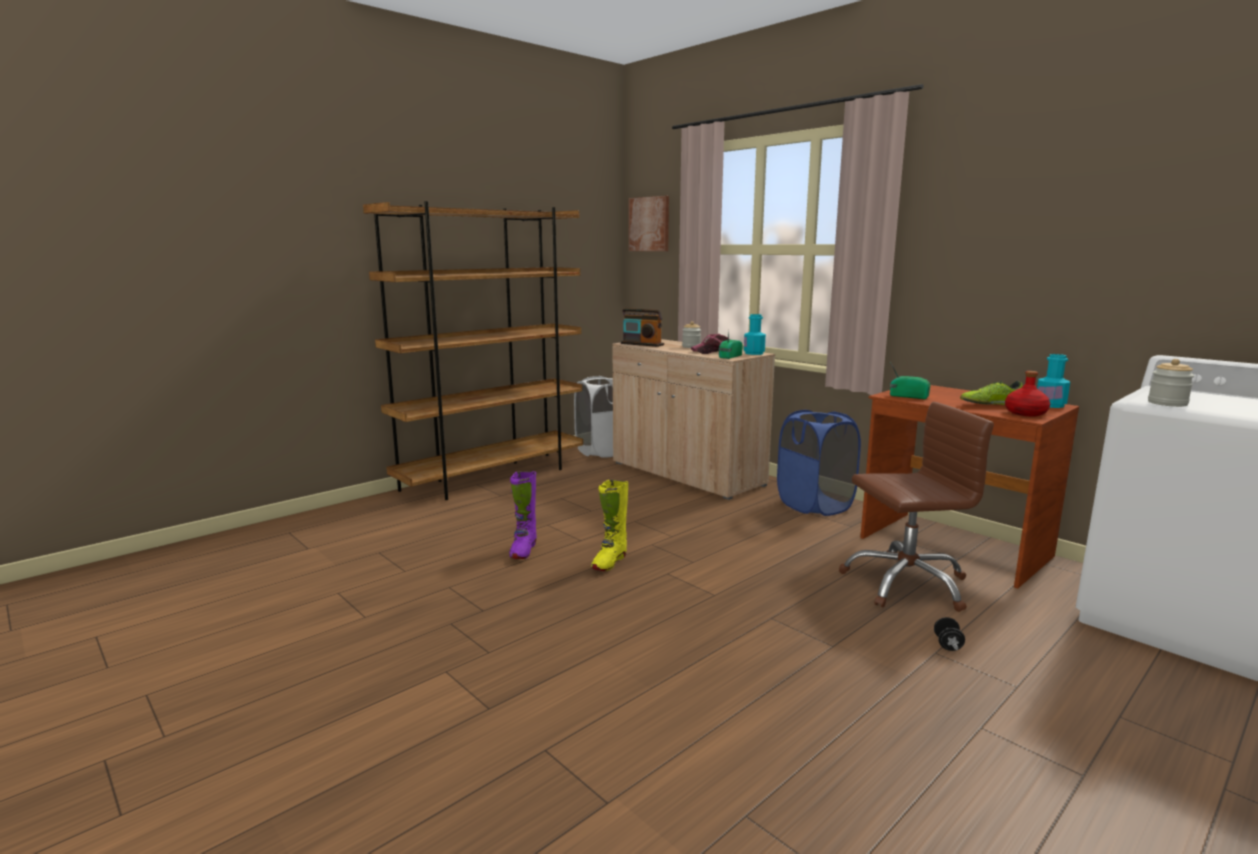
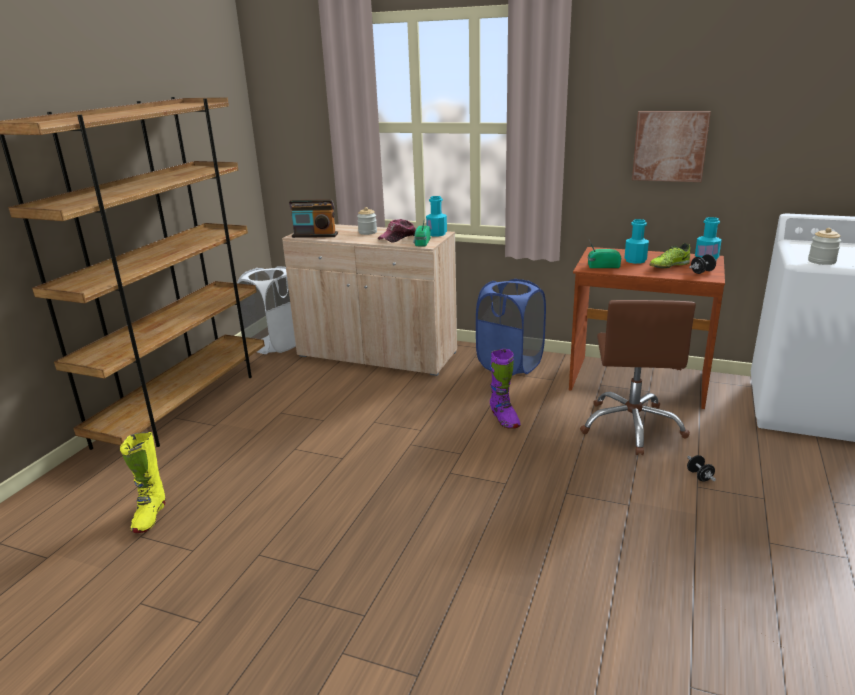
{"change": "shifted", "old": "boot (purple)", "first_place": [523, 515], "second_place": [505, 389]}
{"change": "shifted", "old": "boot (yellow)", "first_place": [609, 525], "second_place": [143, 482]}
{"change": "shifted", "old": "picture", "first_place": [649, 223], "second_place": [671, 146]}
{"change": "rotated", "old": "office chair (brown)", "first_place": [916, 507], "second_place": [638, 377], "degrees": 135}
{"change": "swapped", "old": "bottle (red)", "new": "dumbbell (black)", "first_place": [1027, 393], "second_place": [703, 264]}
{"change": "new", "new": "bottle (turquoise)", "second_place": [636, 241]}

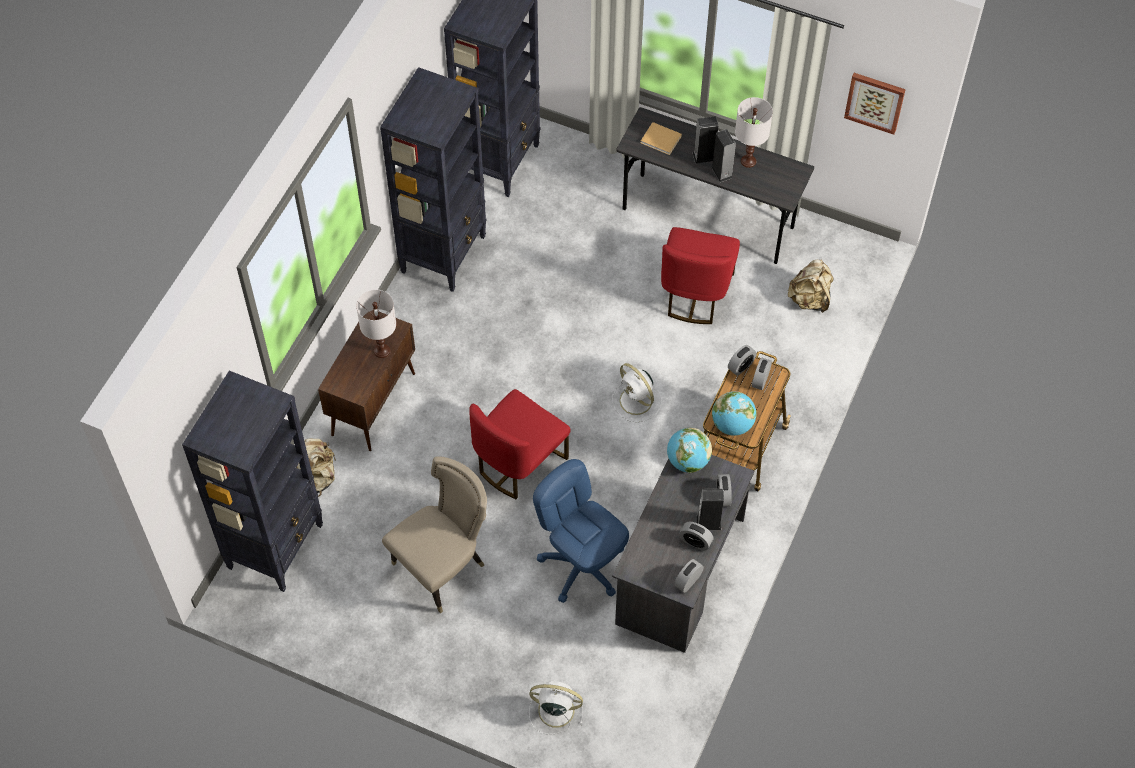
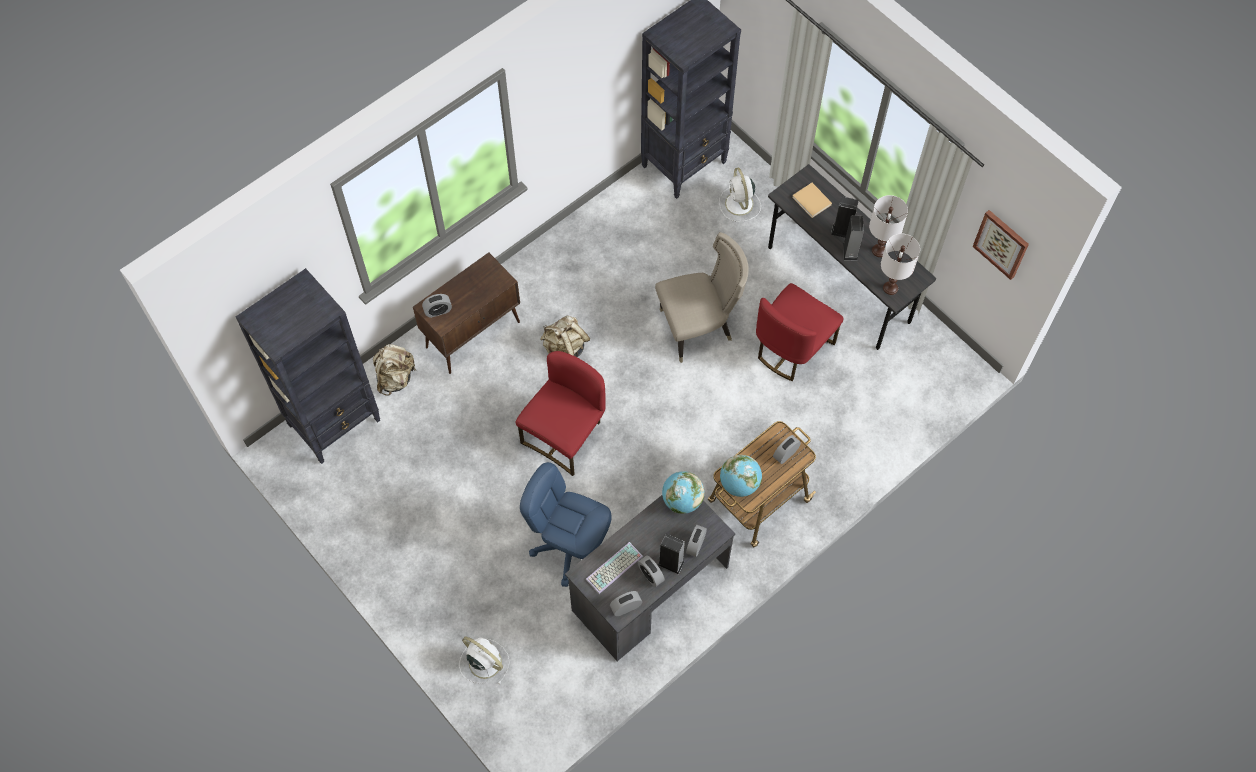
{"change": "shifted", "old": "table lamp (white)", "first_place": [376, 323], "second_place": [900, 264]}
{"change": "gone", "old": "bookcase (black)", "first_place": [433, 179]}
{"change": "shifted", "old": "chair (beige)", "first_place": [434, 534], "second_place": [702, 297]}
{"change": "rotated", "old": "chair (red)", "first_place": [520, 444], "second_place": [561, 413], "degrees": 150}
{"change": "rotated", "old": "office chair (blue)", "first_place": [581, 531], "second_place": [566, 524], "degrees": -45}
{"change": "shifted", "old": "fan (white)", "first_place": [637, 393], "second_place": [740, 195]}
{"change": "shifted", "old": "alarm clock", "first_place": [742, 360], "second_place": [437, 306]}
{"change": "shifted", "old": "backpack (beige)", "first_place": [811, 286], "second_place": [565, 336]}
{"change": "new", "new": "keyboard", "second_place": [614, 568]}

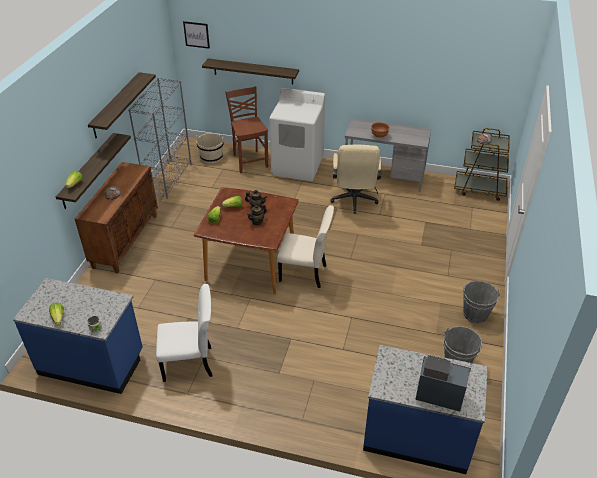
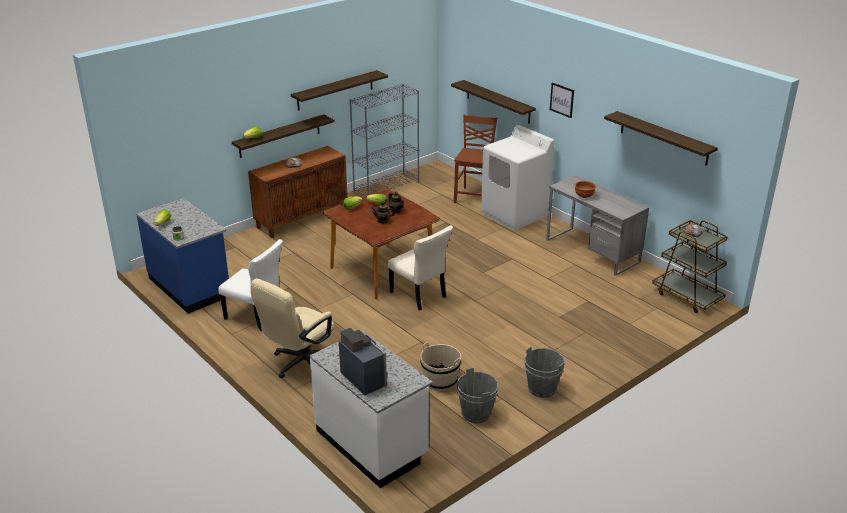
{"change": "shifted", "old": "picture", "first_place": [196, 35], "second_place": [562, 100]}
{"change": "shifted", "old": "bucket (beige)", "first_place": [210, 148], "second_place": [440, 366]}
{"change": "shifted", "old": "office chair (beige)", "first_place": [355, 179], "second_place": [292, 328]}
{"change": "repainted", "old": "counter (blue)", "new": "counter (white)", "first_place": [425, 409], "second_place": [371, 409]}
{"change": "new", "new": "shelf", "second_place": [661, 138]}

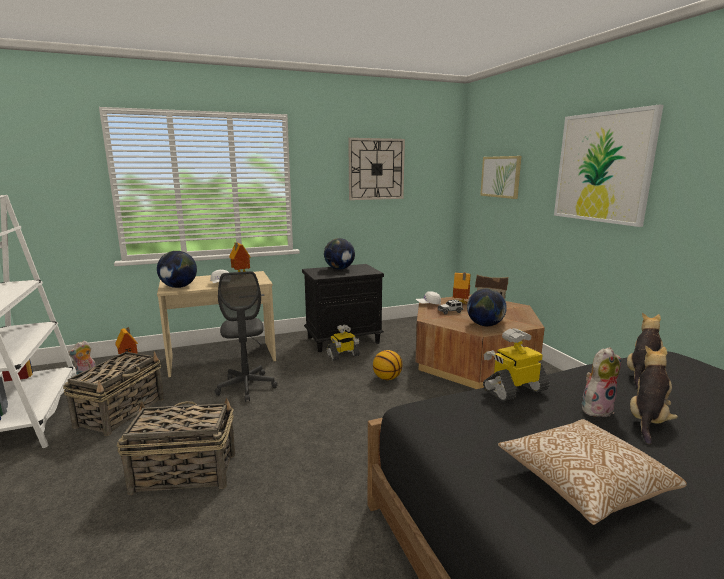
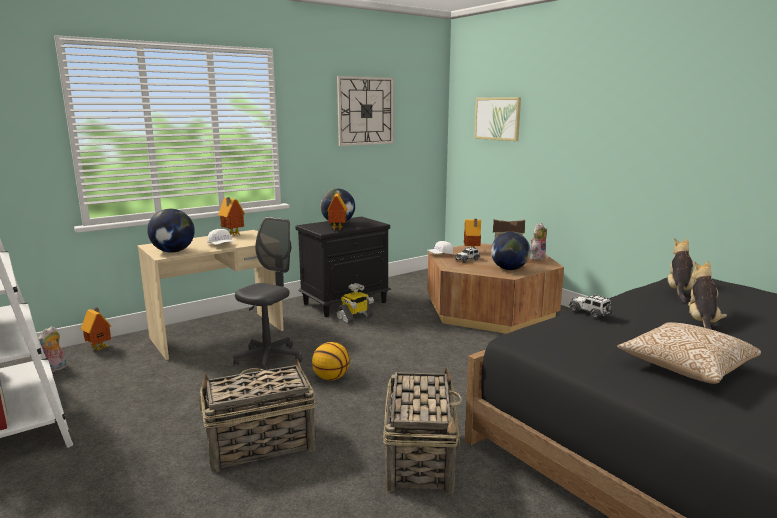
{"change": "shifted", "old": "basket", "first_place": [113, 393], "second_place": [422, 430]}
{"change": "rotated", "old": "office chair (grey)", "first_place": [246, 336], "second_place": [268, 293], "degrees": -120}
{"change": "shifted", "old": "basketball", "first_place": [387, 365], "second_place": [331, 361]}
{"change": "swapped", "old": "toy robot", "new": "toy car", "first_place": [516, 364], "second_place": [591, 306]}
{"change": "gone", "old": "picture", "first_place": [609, 166]}
{"change": "shifted", "old": "plush toy", "first_place": [601, 382], "second_place": [538, 241]}
{"change": "new", "new": "toy house", "second_place": [337, 211]}

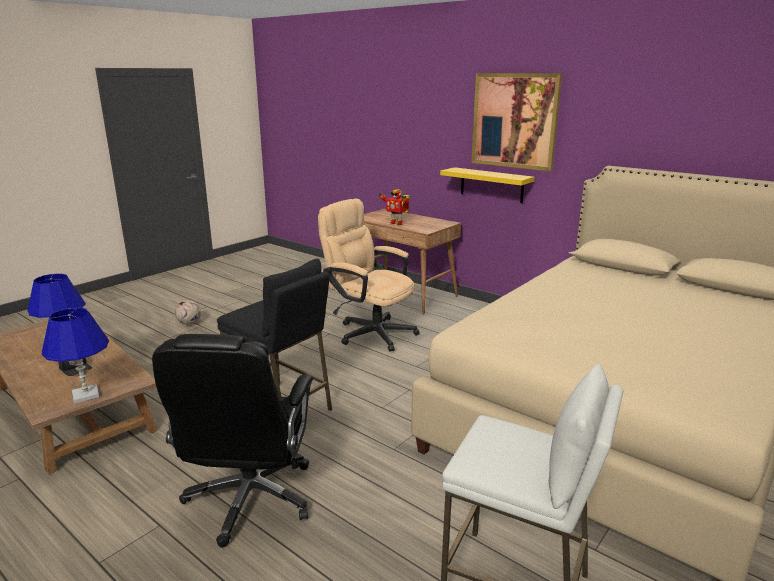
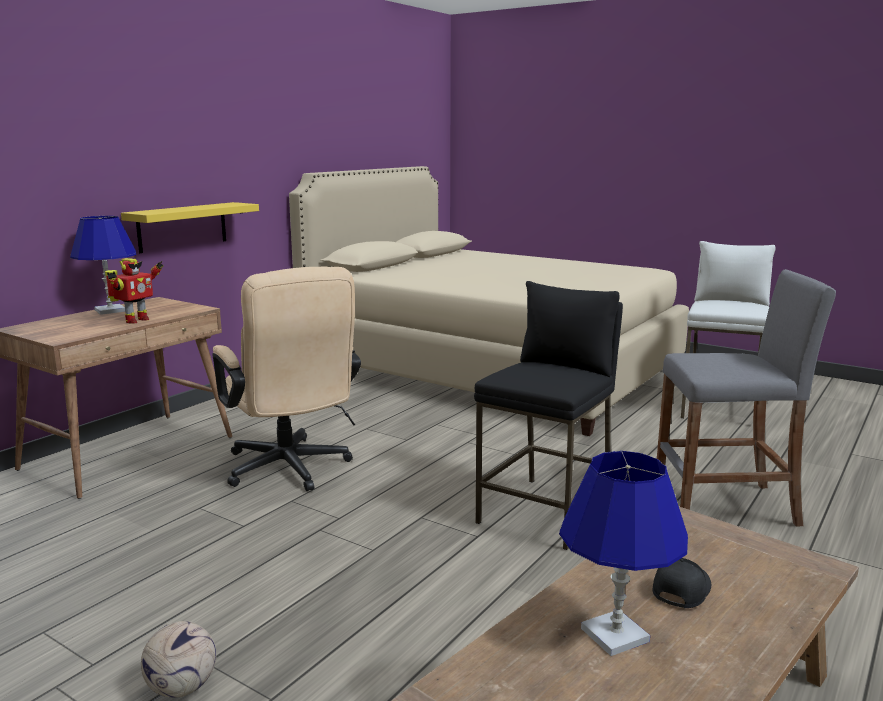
{"change": "shifted", "old": "table lamp (blue)", "first_place": [75, 356], "second_place": [103, 265]}
{"change": "swapped", "old": "office chair (black)", "new": "stool (grey)", "first_place": [232, 441], "second_place": [746, 397]}
{"change": "rotated", "old": "office chair (beige)", "first_place": [369, 275], "second_place": [286, 379], "degrees": -60}
{"change": "gone", "old": "picture", "first_place": [516, 122]}

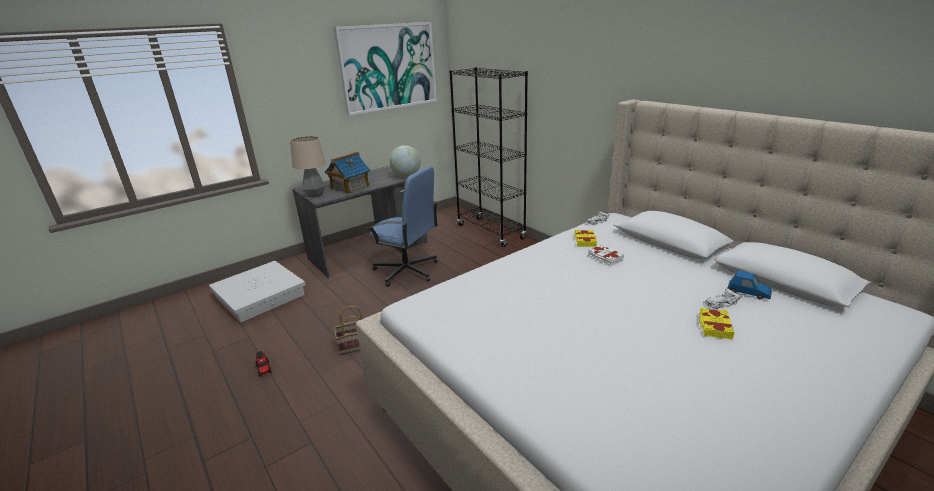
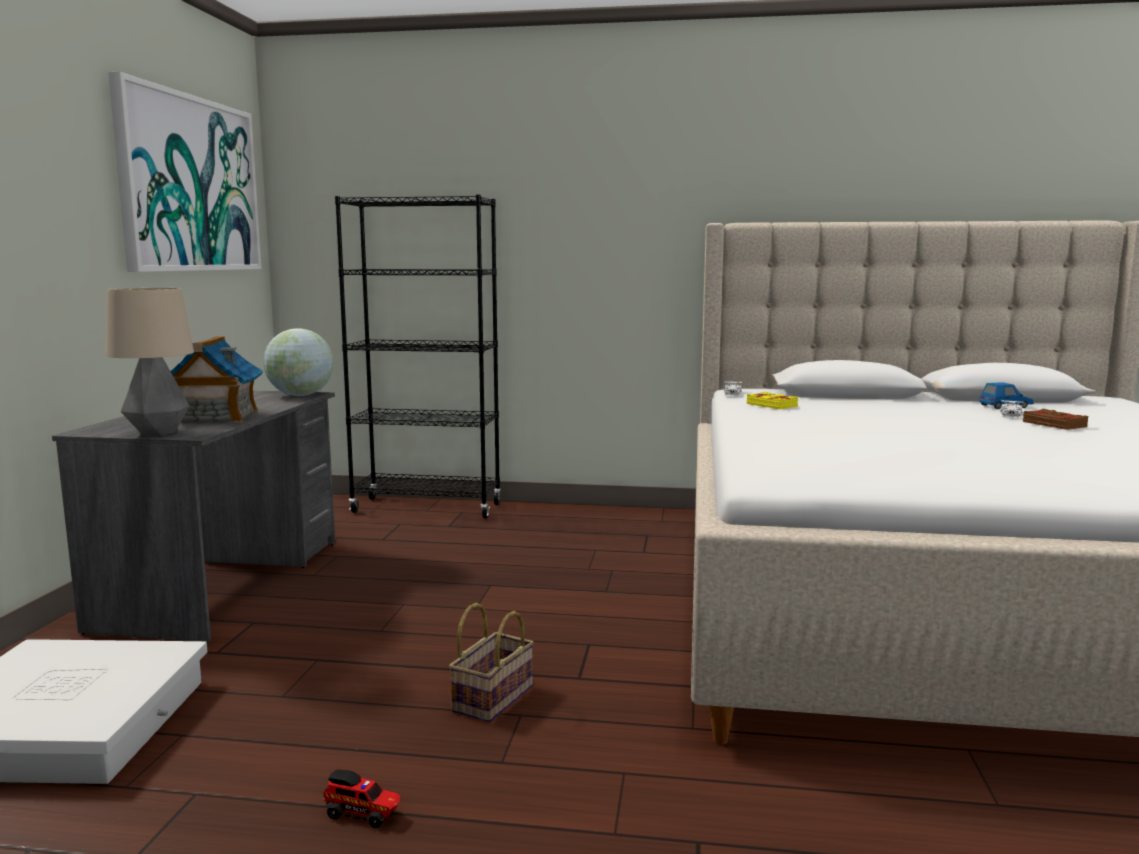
{"change": "gone", "old": "office chair (blue)", "first_place": [403, 226]}
{"change": "gone", "old": "book (white)", "first_place": [606, 255]}
{"change": "repainted", "old": "book (yellow)", "new": "book (brown)", "first_place": [716, 324], "second_place": [1055, 419]}

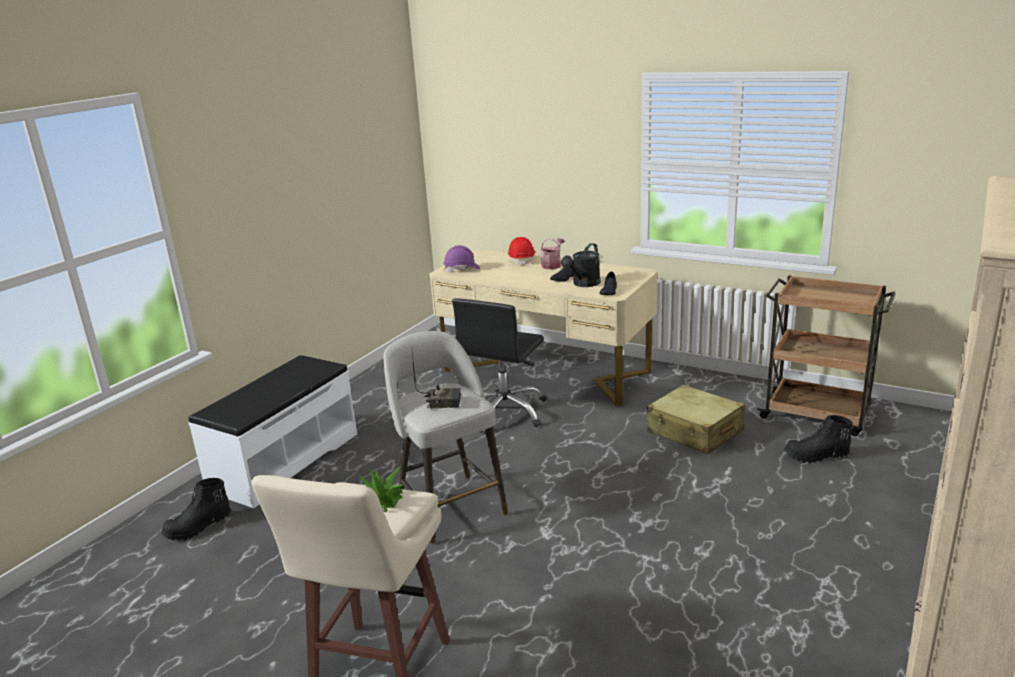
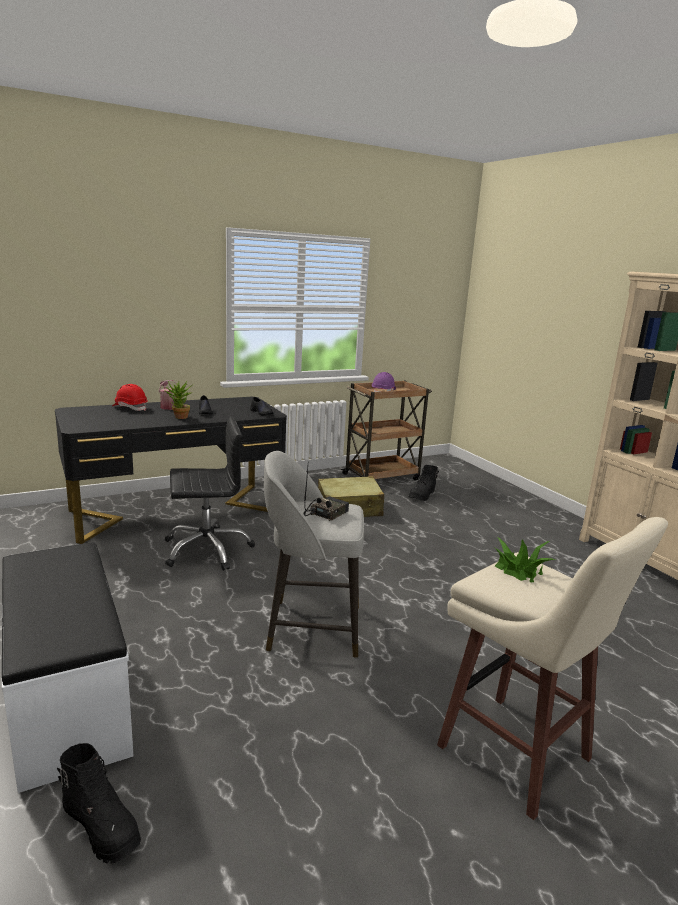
{"change": "rotated", "old": "boot (black)", "first_place": [196, 509], "second_place": [99, 803], "degrees": -45}
{"change": "repainted", "old": "desk (beige)", "new": "desk (black)", "first_place": [543, 328], "second_place": [171, 470]}
{"change": "shifted", "old": "hard hat (purple)", "first_place": [461, 258], "second_place": [384, 382]}
{"change": "rotated", "old": "office chair (black)", "first_place": [499, 366], "second_place": [210, 493], "degrees": -75}
{"change": "gone", "old": "watering can (black)", "first_place": [580, 265]}
{"change": "new", "new": "potted plant", "second_place": [178, 400]}

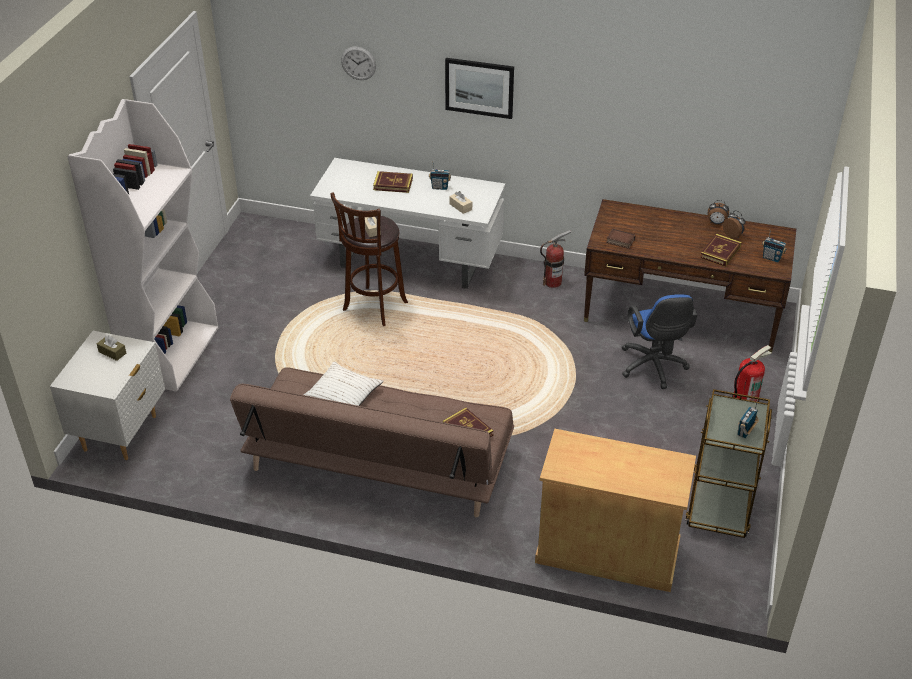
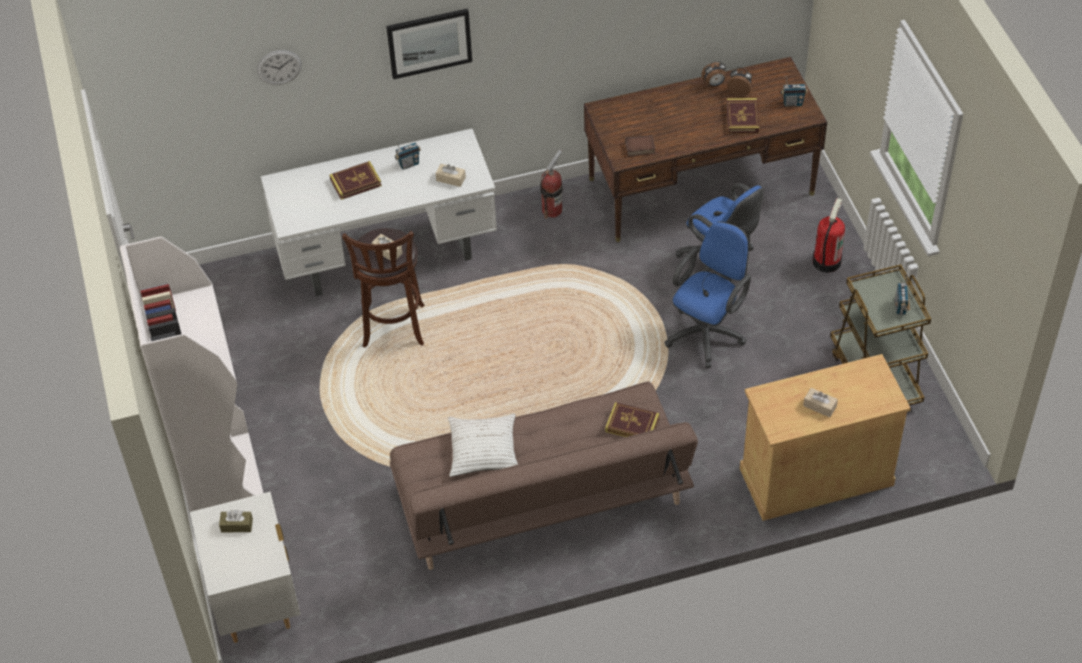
{"change": "new", "new": "office chair (blue)", "second_place": [707, 294]}
{"change": "new", "new": "tissue box (beige)", "second_place": [820, 402]}

